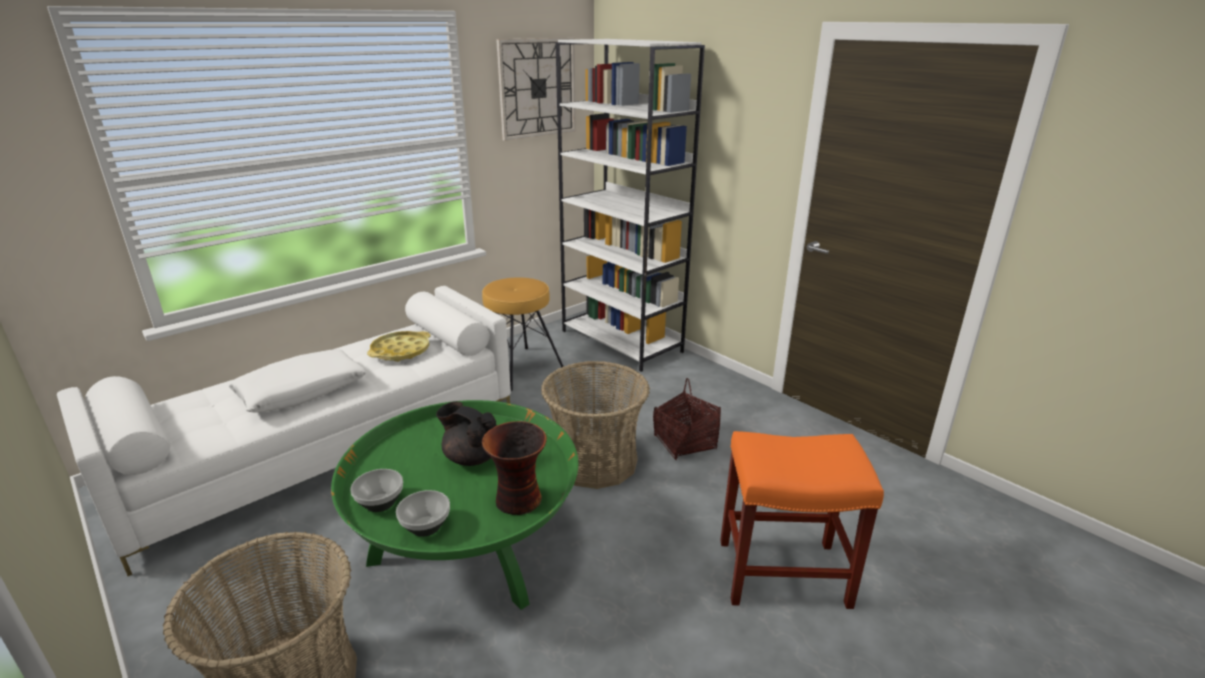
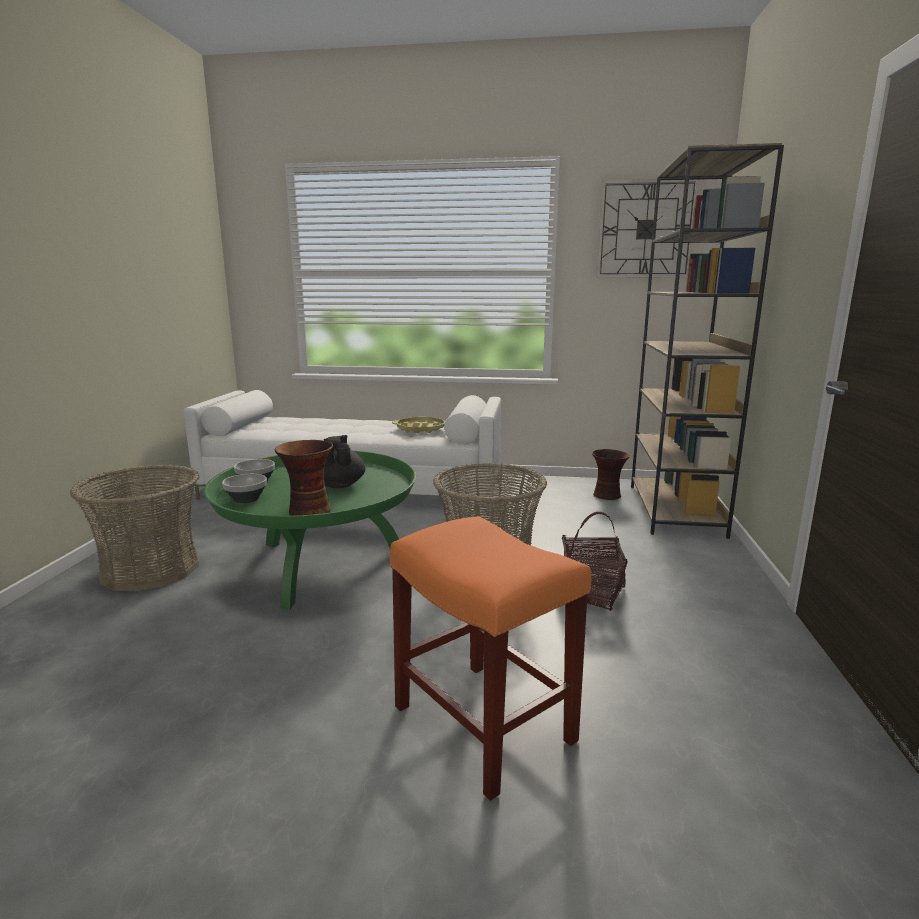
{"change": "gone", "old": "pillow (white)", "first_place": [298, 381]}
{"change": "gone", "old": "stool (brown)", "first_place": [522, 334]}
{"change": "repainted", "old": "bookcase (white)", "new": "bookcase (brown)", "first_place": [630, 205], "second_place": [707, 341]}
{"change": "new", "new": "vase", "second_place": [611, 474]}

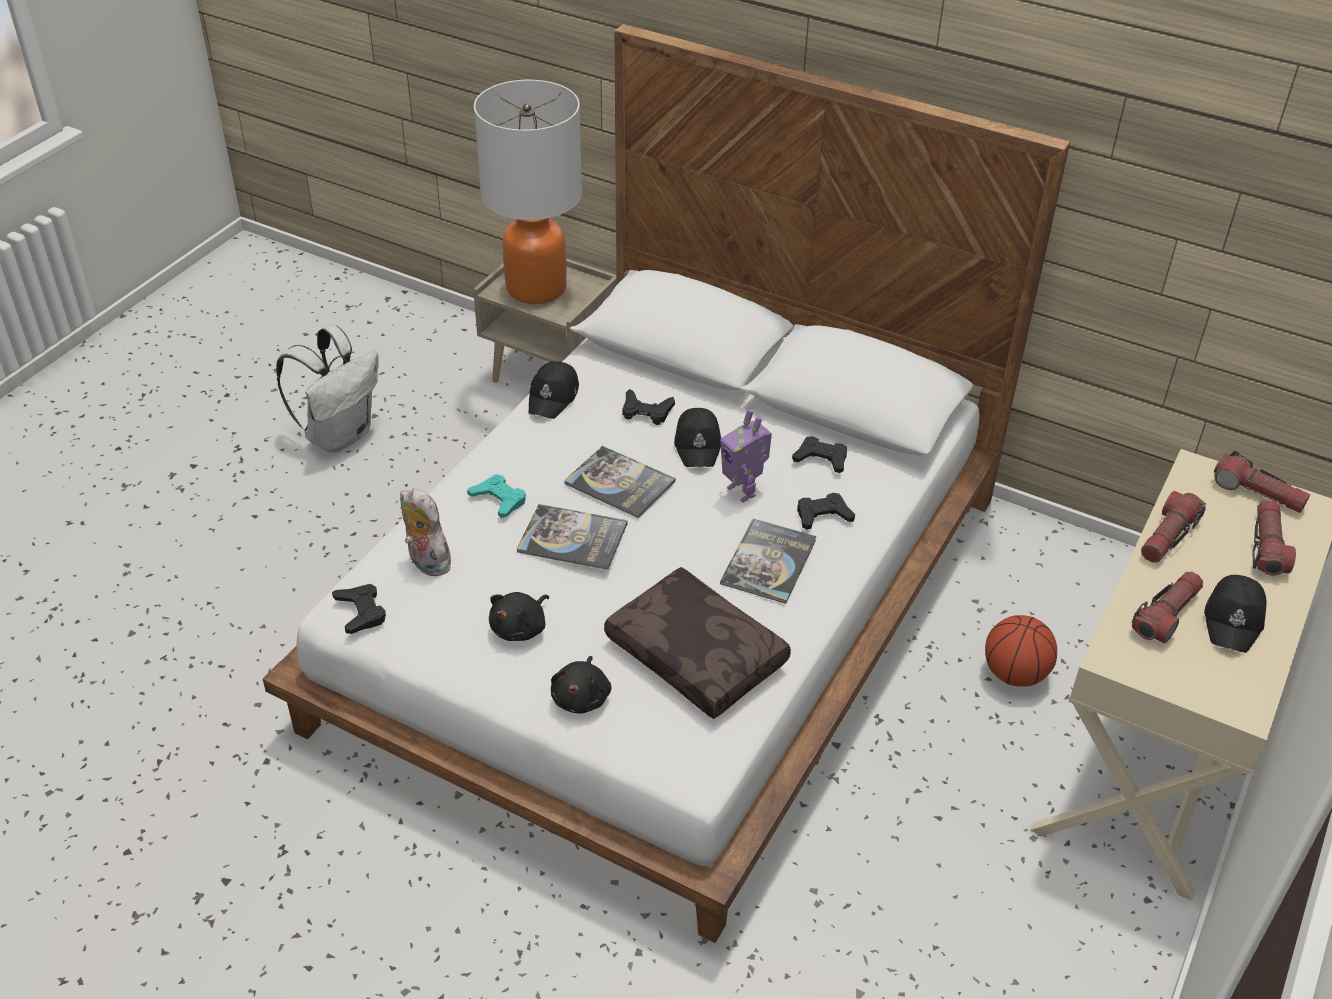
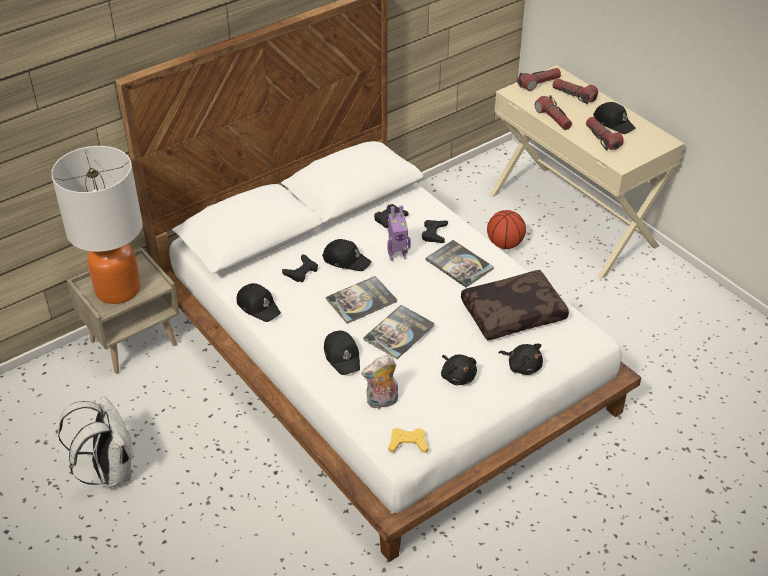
{"change": "repainted", "old": "game controller (black)", "new": "game controller (yellow)", "first_place": [359, 609], "second_place": [408, 440]}
{"change": "swapped", "old": "game controller (turquoise)", "new": "cap (black)", "first_place": [496, 496], "second_place": [342, 353]}

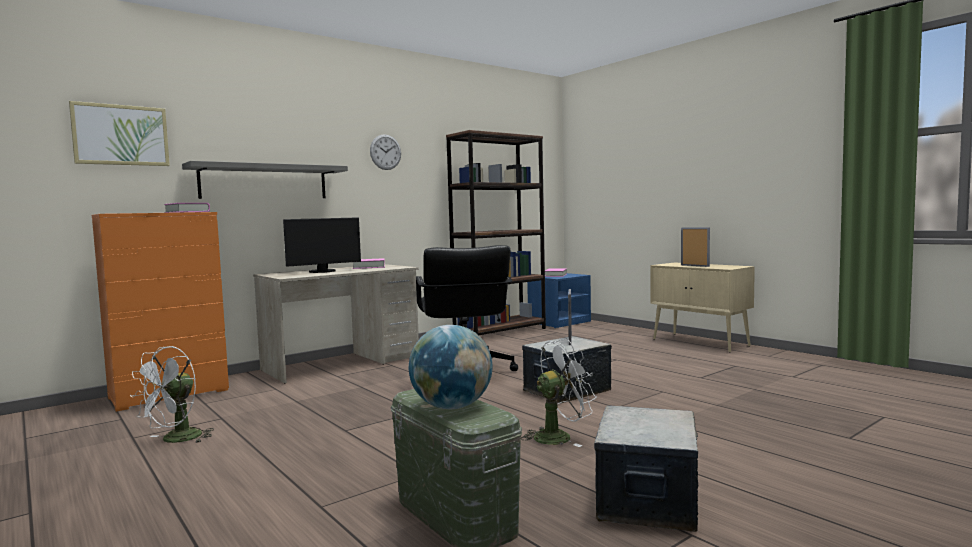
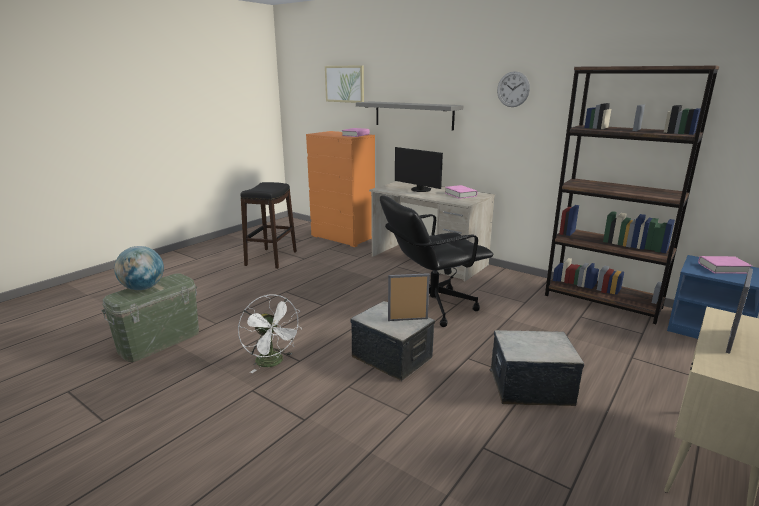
{"change": "swapped", "old": "fan (white)", "new": "stool (black)", "first_place": [172, 394], "second_place": [268, 225]}
{"change": "shifted", "old": "storage box", "first_place": [646, 468], "second_place": [536, 368]}

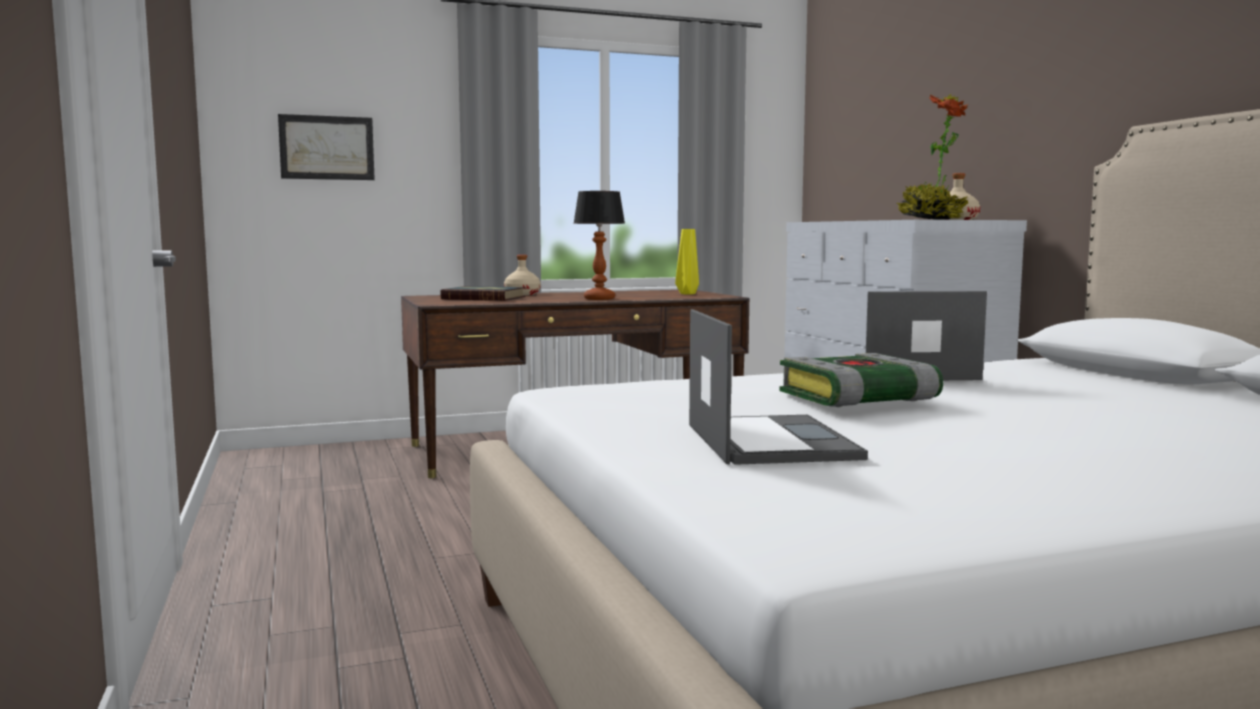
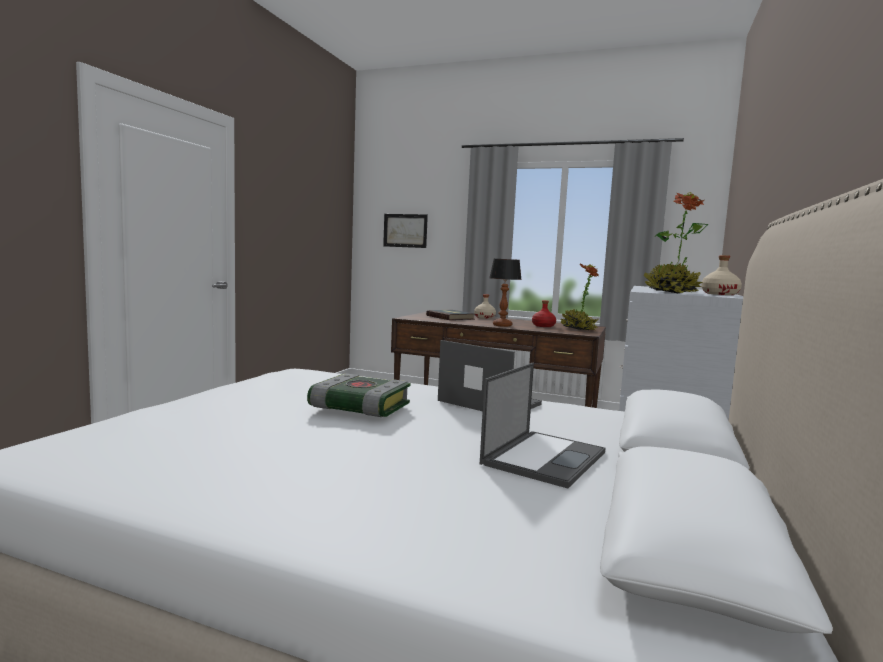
{"change": "swapped", "old": "vase (yellow)", "new": "potted plant", "first_place": [687, 261], "second_place": [580, 296]}
{"change": "shifted", "old": "laptop", "first_place": [778, 387], "second_place": [542, 425]}
{"change": "new", "new": "bottle (red)", "second_place": [544, 313]}

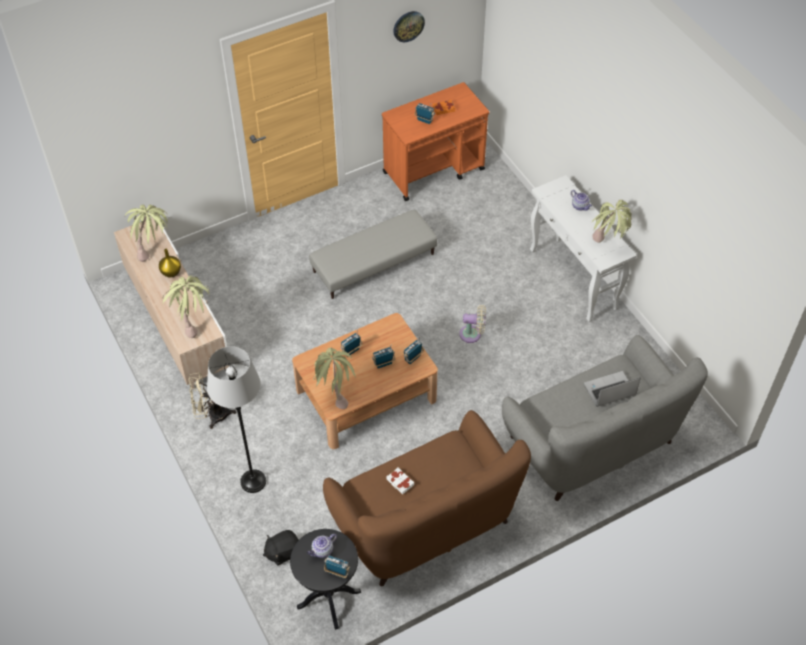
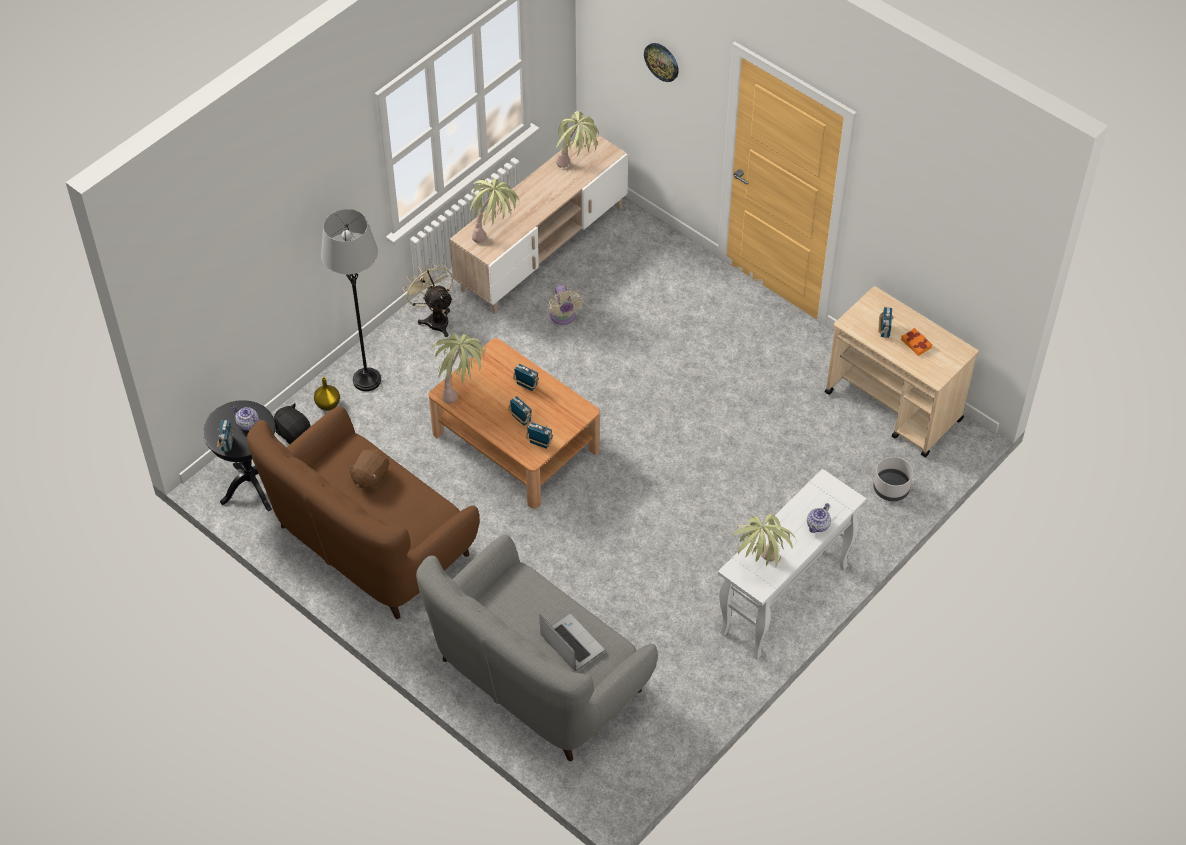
{"change": "shifted", "old": "vase (yellow)", "first_place": [170, 263], "second_place": [327, 394]}
{"change": "gone", "old": "ottoman (grey)", "first_place": [373, 254]}
{"change": "repainted", "old": "cart (orange)", "new": "cart (beige)", "first_place": [435, 141], "second_place": [902, 372]}
{"change": "swapped", "old": "book (white)", "new": "plush toy (brown)", "first_place": [400, 480], "second_place": [368, 470]}
{"change": "shifted", "old": "wall clock", "first_place": [409, 26], "second_place": [661, 62]}
{"change": "shifted", "old": "fan (beige)", "first_place": [472, 324], "second_place": [565, 305]}
{"change": "new", "new": "planter (grey)", "second_place": [893, 479]}

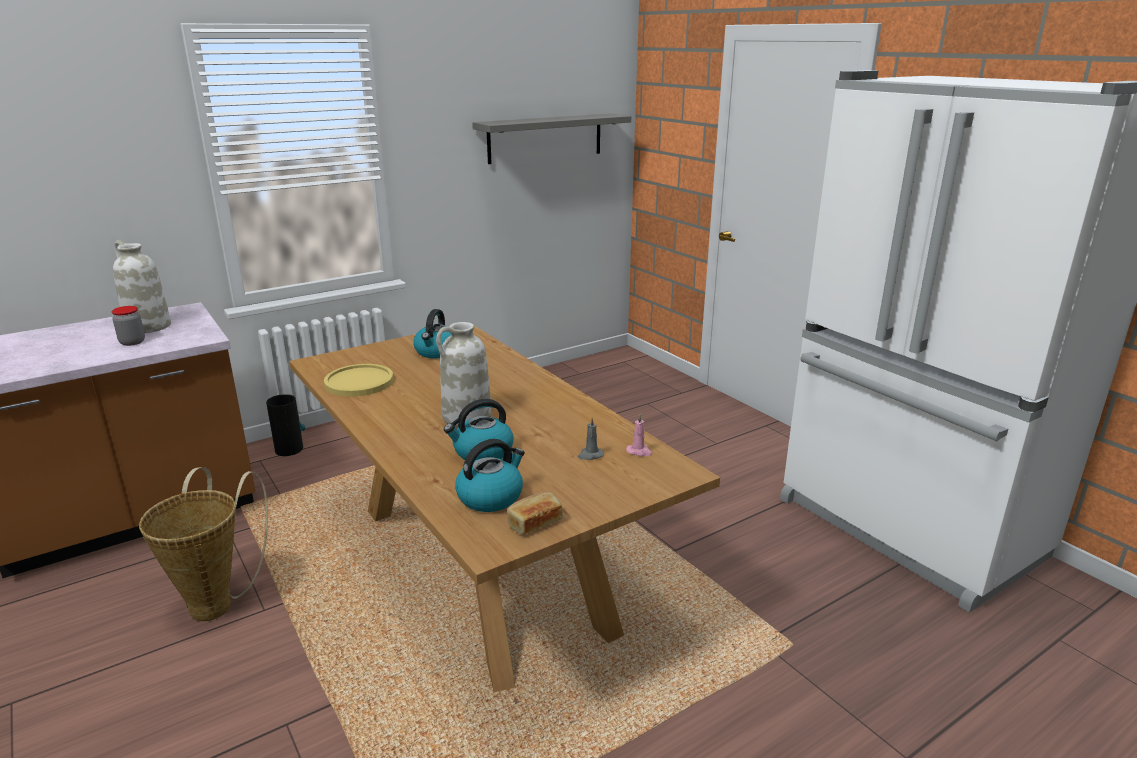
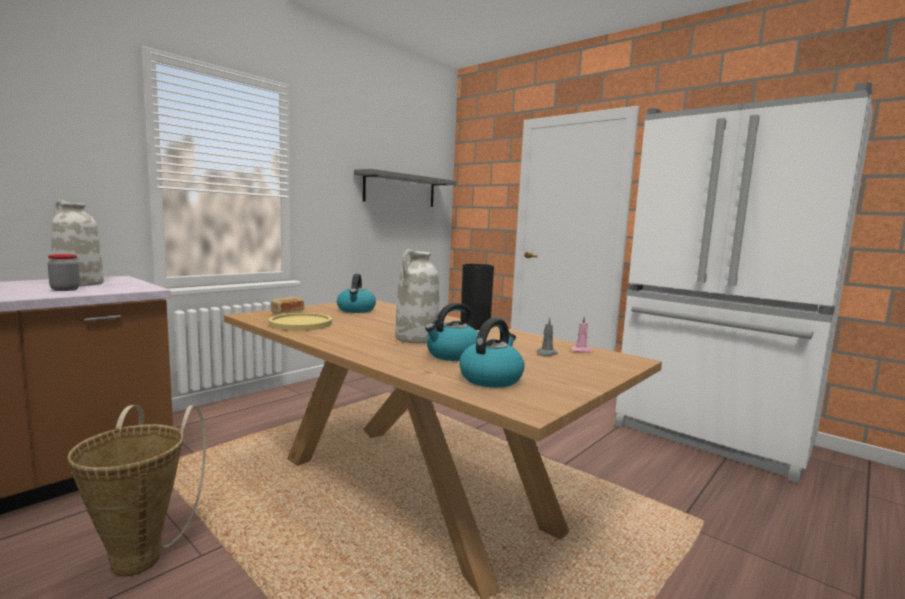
{"change": "shifted", "old": "vase", "first_place": [285, 425], "second_place": [477, 297]}
{"change": "shifted", "old": "bread", "first_place": [535, 513], "second_place": [287, 305]}

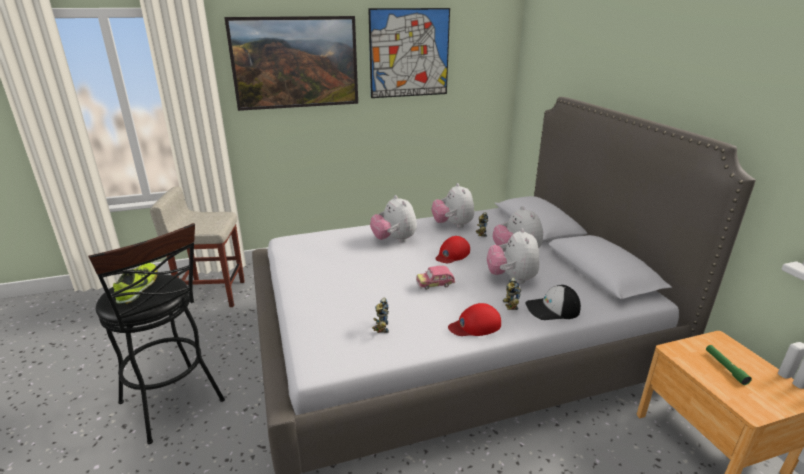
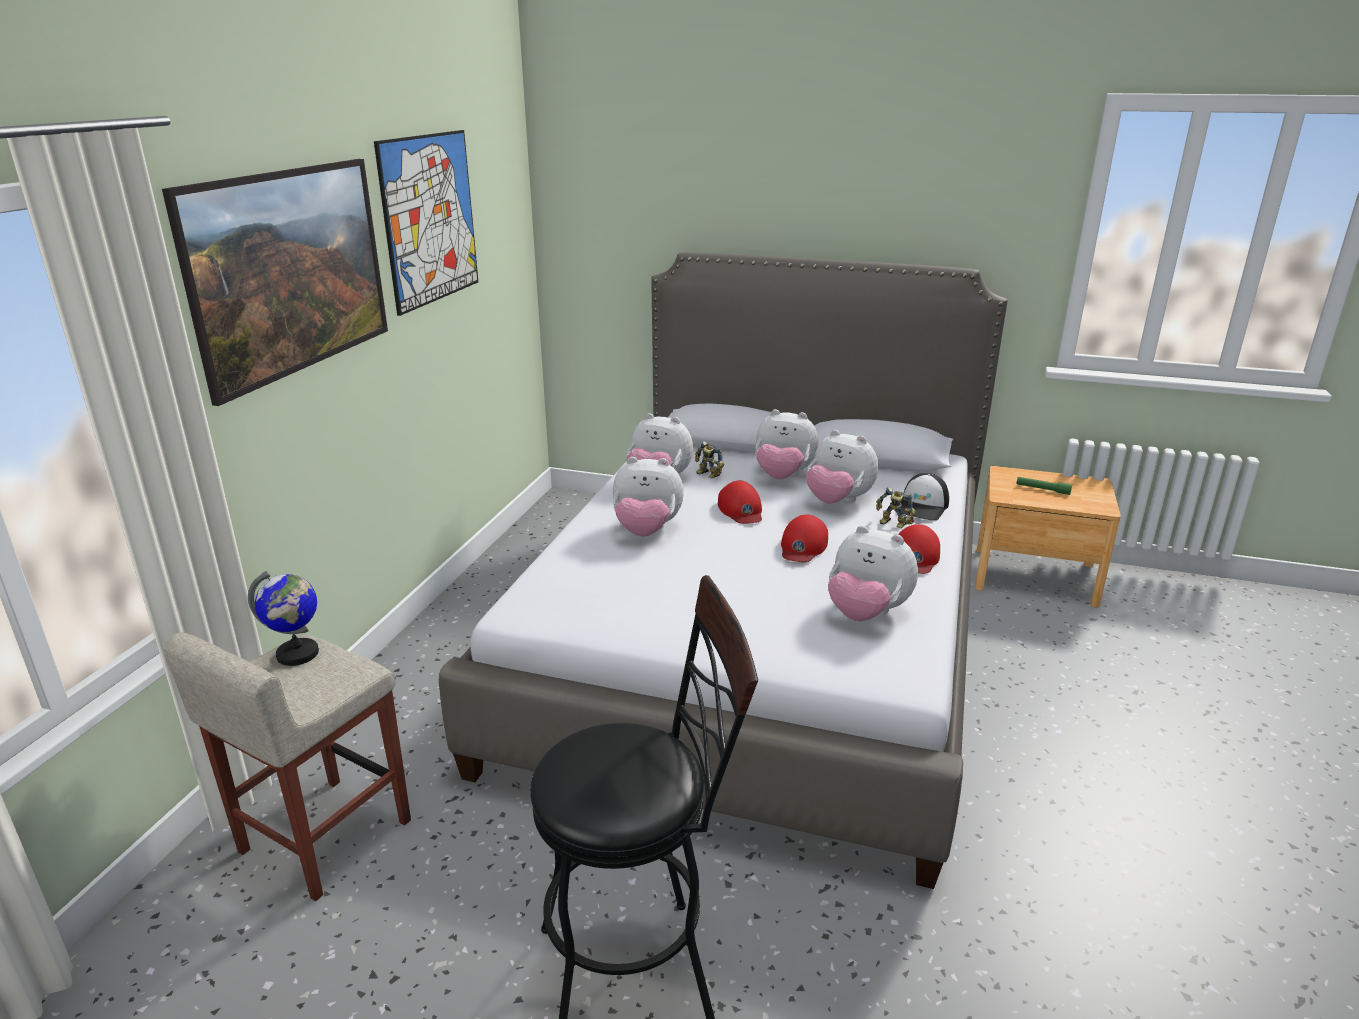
{"change": "gone", "old": "shoe", "first_place": [135, 283]}
{"change": "swapped", "old": "toy robot", "new": "plush toy", "first_place": [380, 315], "second_place": [873, 573]}
{"change": "swapped", "old": "toy car", "new": "cap (red)", "first_place": [436, 278], "second_place": [804, 538]}
{"change": "new", "new": "globe", "second_place": [283, 618]}

